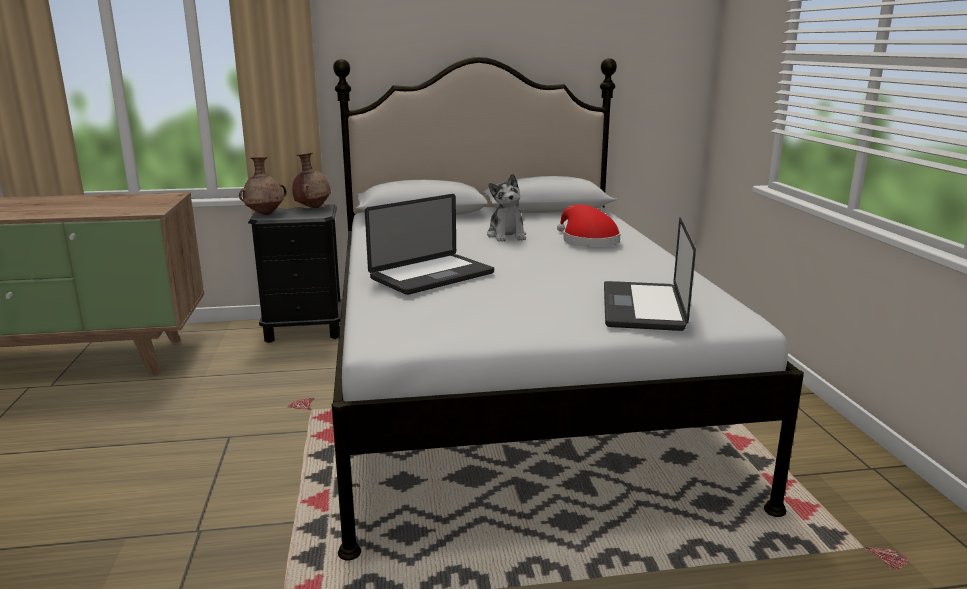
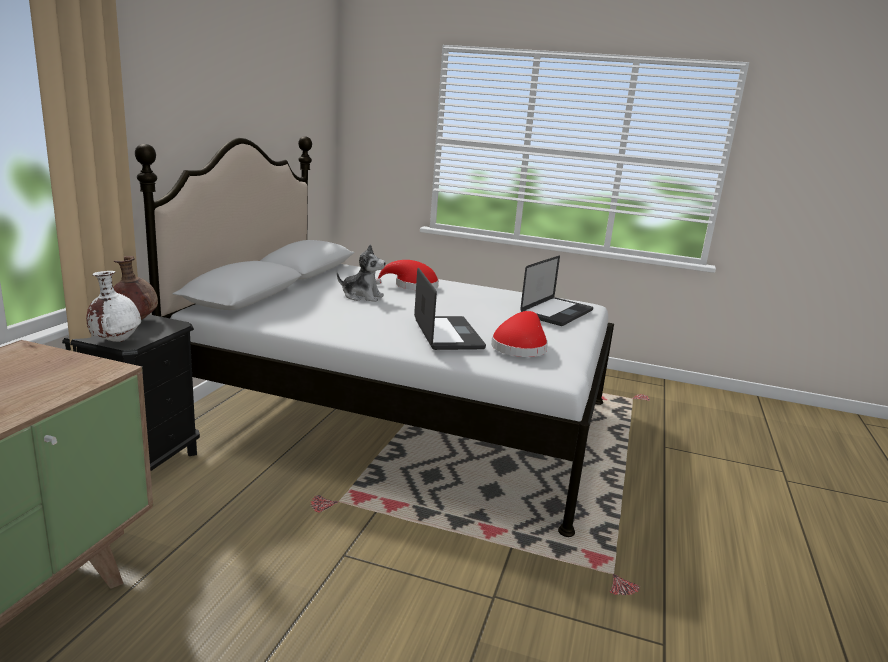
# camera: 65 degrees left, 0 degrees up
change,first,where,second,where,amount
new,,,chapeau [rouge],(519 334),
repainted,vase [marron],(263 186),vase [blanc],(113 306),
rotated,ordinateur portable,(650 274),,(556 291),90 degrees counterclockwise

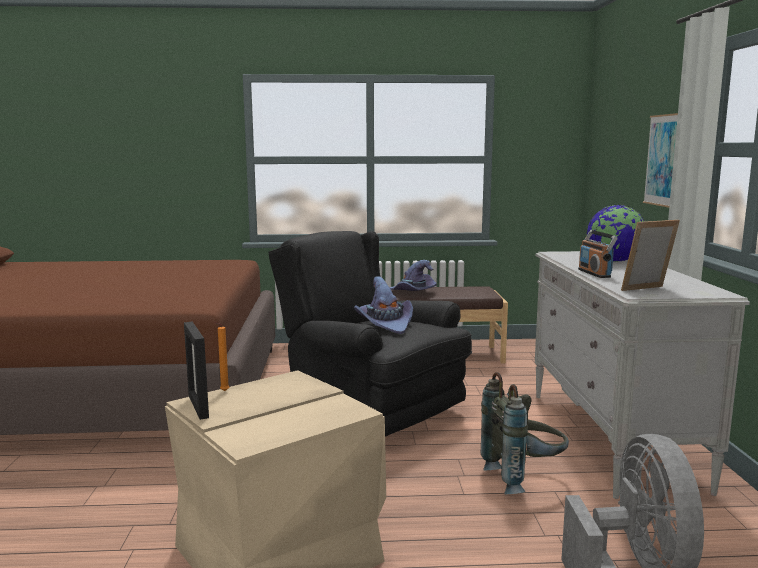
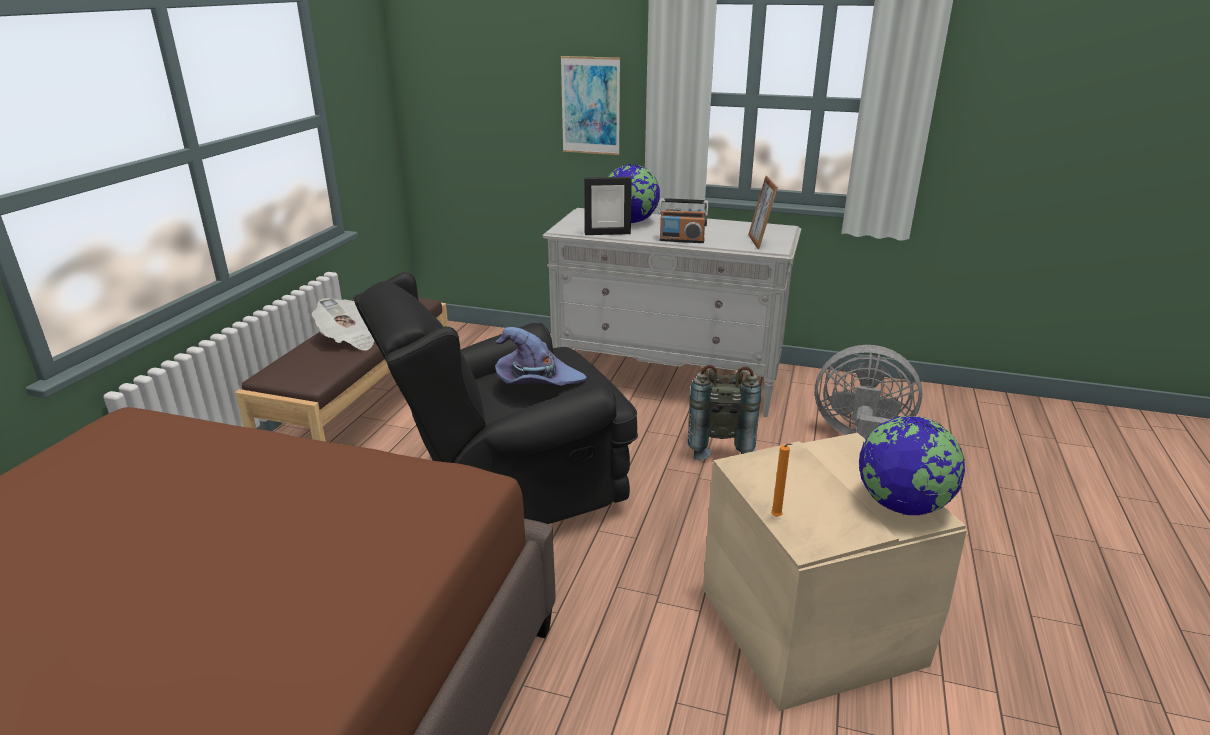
# camera: 70 degrees left, 15 degrees up
change,first,where,second,where,amount
new,,,globe,(912 465),
shifted,cadre photo,(196 371),,(608 206),
swapped,chapeau [violet],(413 275),journal,(343 324),

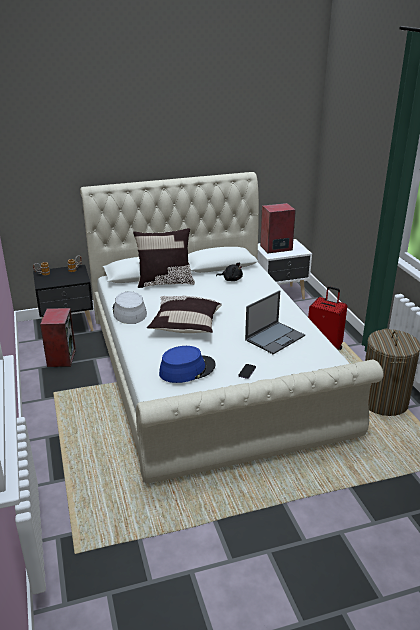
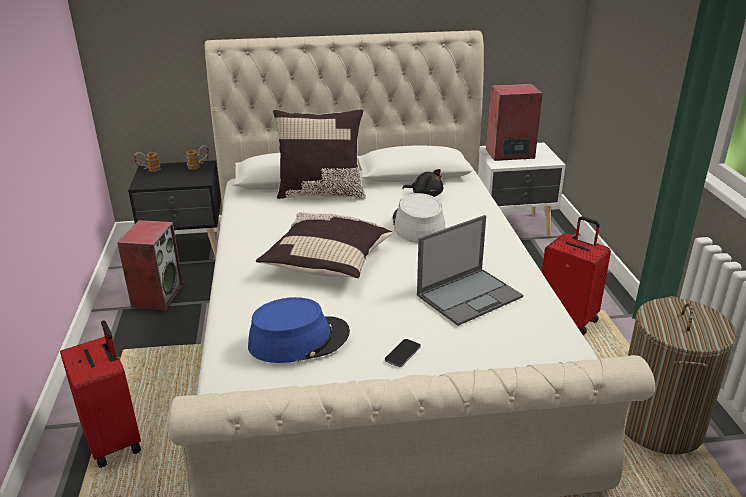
# camera: 10 degrees right, 0 degrees up
change,first,where,second,where,amount
new,,,valise [rouge],(100 394),
shifted,chapeau [gris],(130 307),,(419 218),

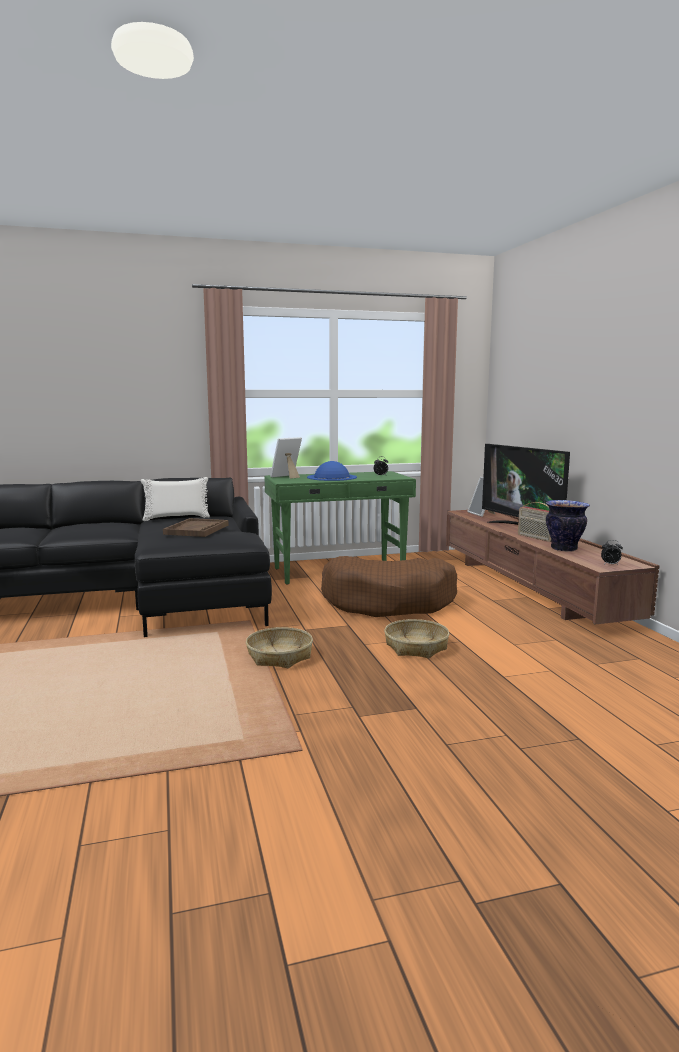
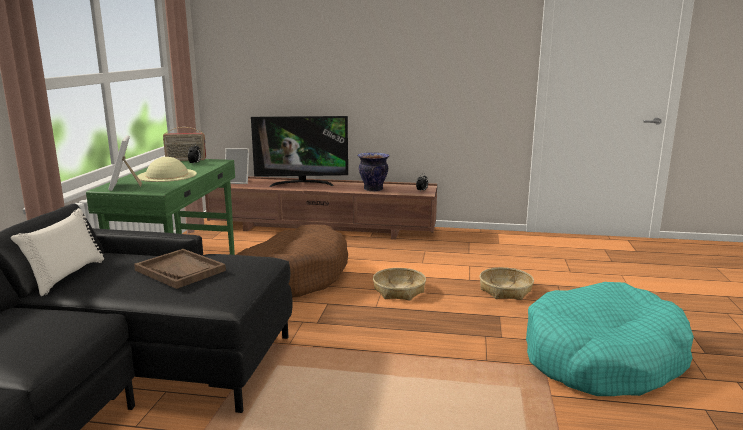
# camera: 65 degrees left, 5 degrees up
change,first,where,second,where,amount
new,,,panier pour chien [turquoise],(610 339),
shifted,panier,(279 647),,(507 283),
shifted,radio,(535 522),,(184 144),
repainted,chapeau [bleu],(332 471),chapeau [beige],(167 169),

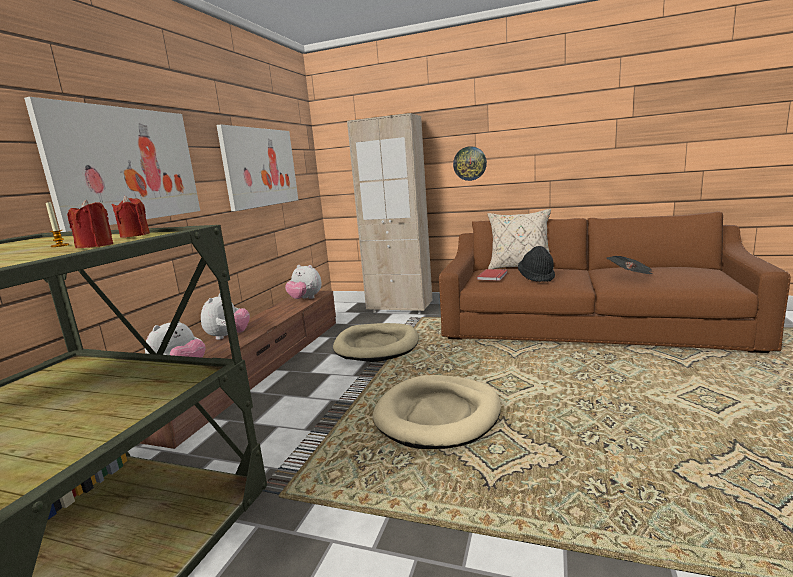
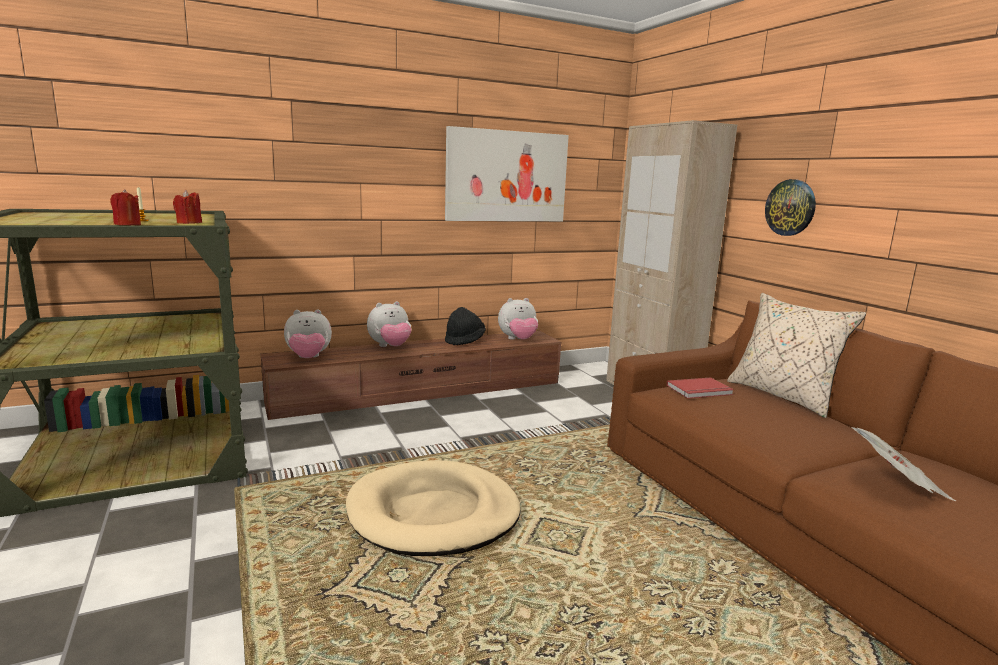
# camera: 45 degrees right, 0 degrees up
change,first,where,second,where,amount
gone,tableau,(112 164),,,
gone,panier pour chien [beige],(376 342),,,
shifted,chapeau [noir],(536 264),,(465 326),
rotated,peluche,(303 282),,(518 319),90 degrees counterclockwise

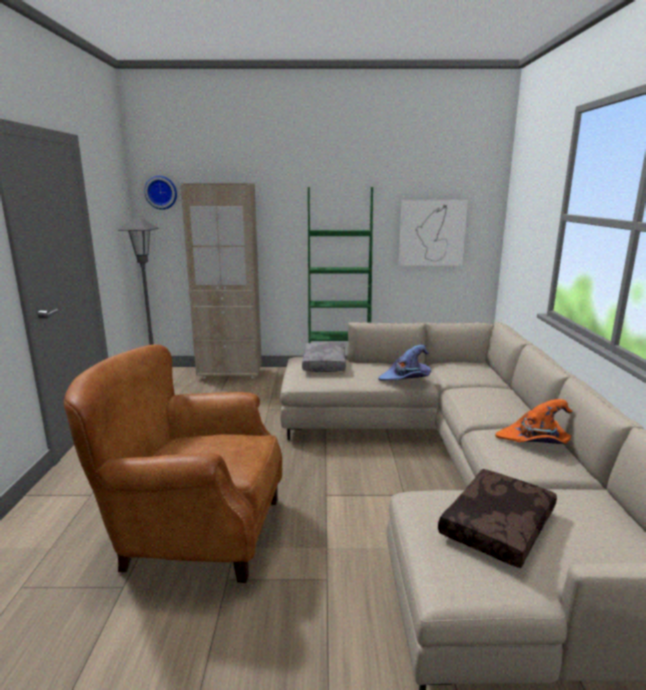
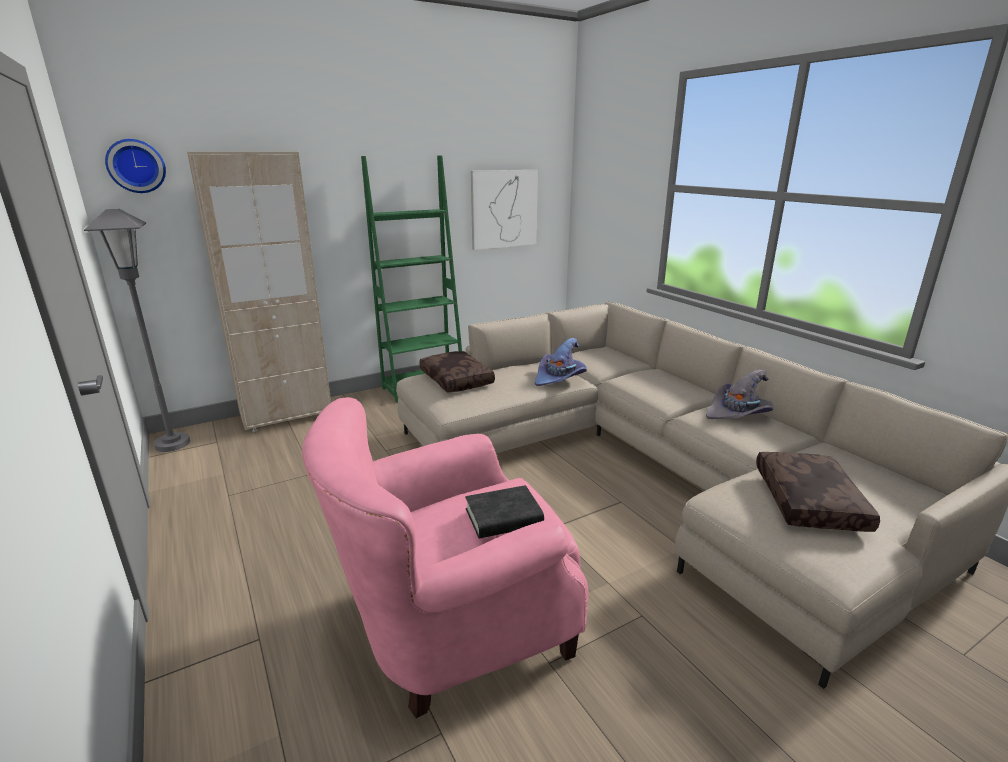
# camera: 30 degrees left, 5 degrees up
change,first,where,second,where,amount
new,,,livre [noir],(504 512),
repainted,fauteuil [marron],(173 463),fauteuil [rose],(445 557),
repainted,coussin [gris],(324 357),coussin [marron],(457 371),
repainted,chapeau [orange],(534 421),chapeau [gris],(739 394),

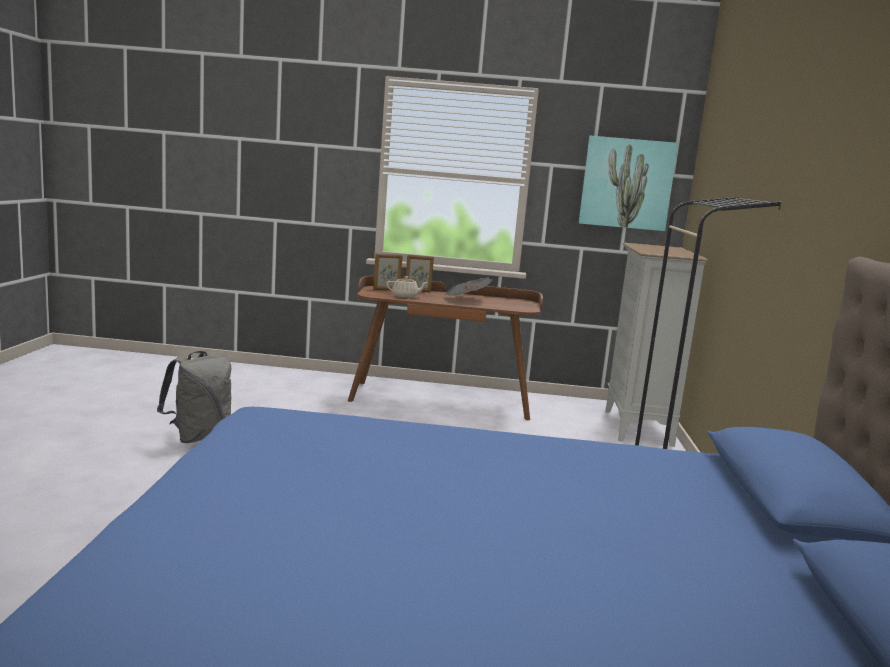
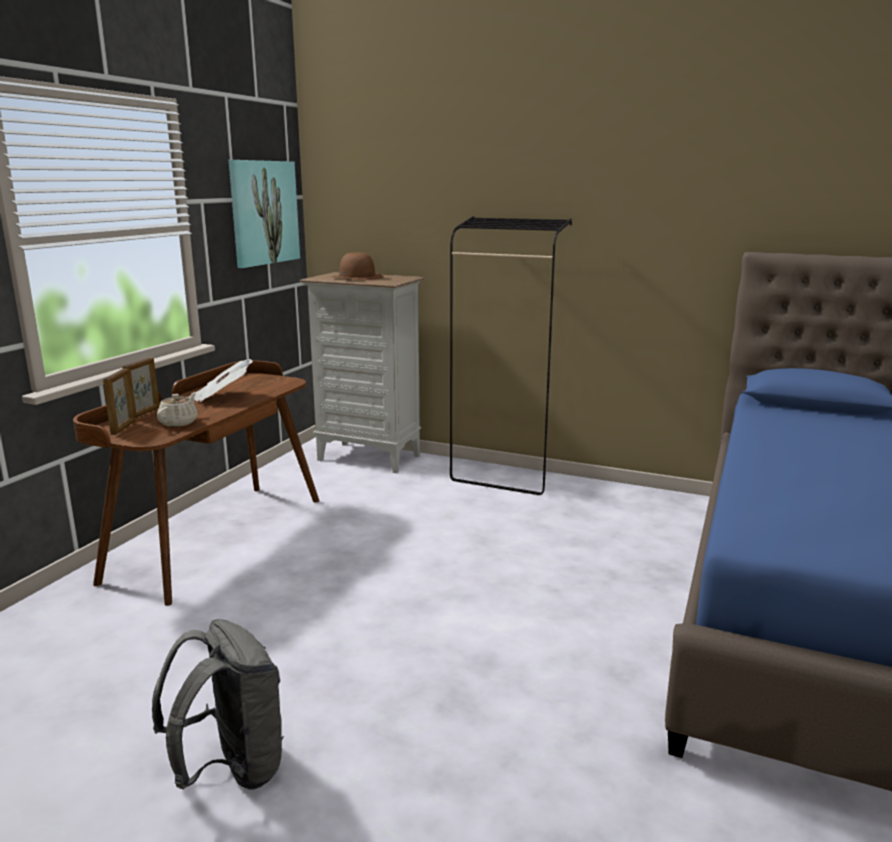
# camera: 70 degrees left, 5 degrees up
change,first,where,second,where,amount
new,,,chapeau [marron],(357 266),

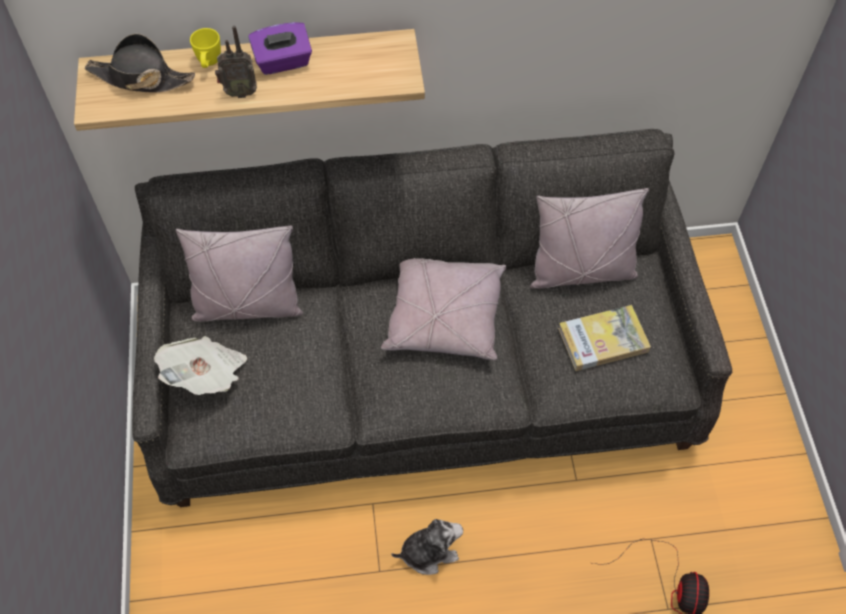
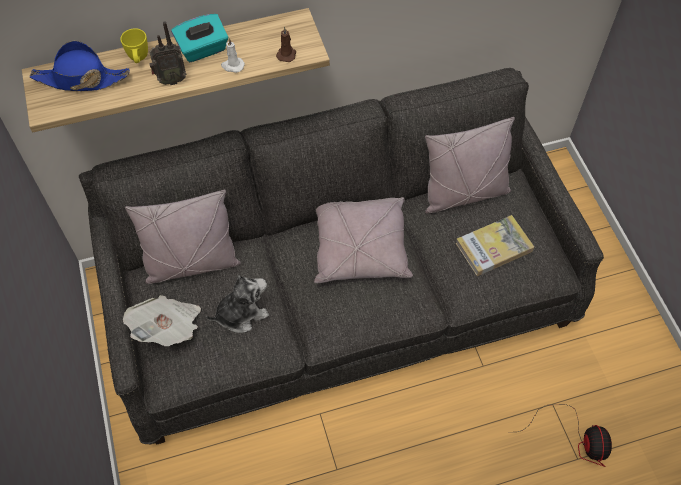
# camera: 10 degrees left, 0 degrees up
change,first,where,second,where,amount
new,,,bougie [blanc],(233 55),
new,,,bougie [marron],(286 44),
shifted,peluche,(427 547),,(237 304),
repainted,chapeau [noir],(140 63),chapeau [bleu],(80 66),
repainted,boîte à mouchoirs [violet],(280 48),boîte à mouchoirs [turquoise],(199 38),

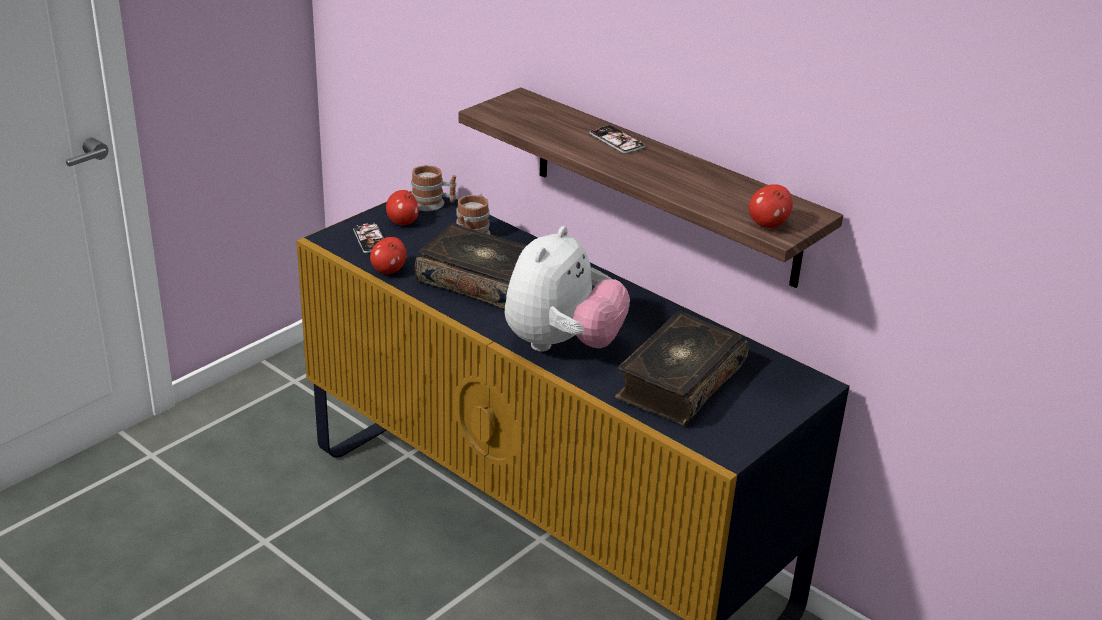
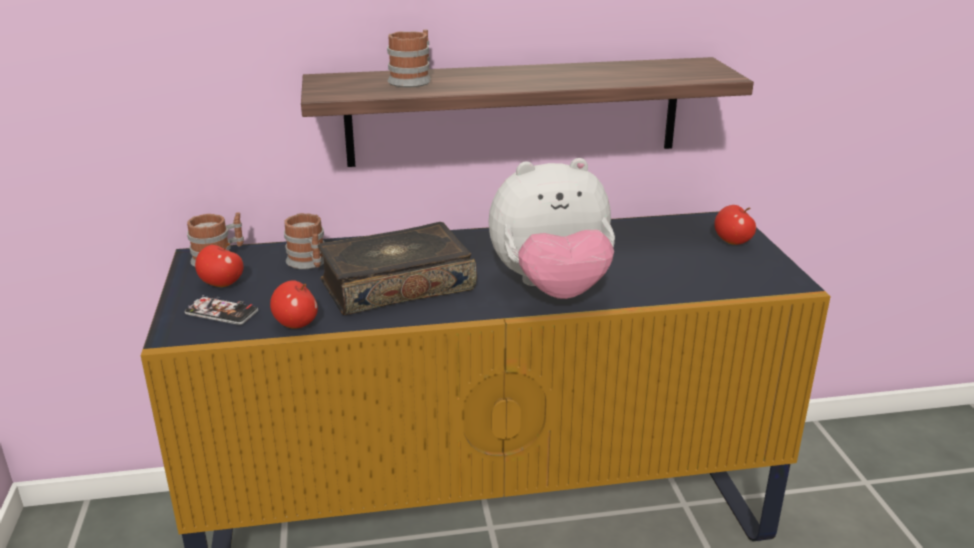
# camera: 50 degrees left, 5 degrees down
change,first,where,second,where,amount
gone,téléphone,(617 139),,,
gone,livre,(682 368),,,
new,,,mug,(409 58),
shifted,pomme,(771 206),,(735 225),
rotated,peluche,(567 289),,(552 228),105 degrees clockwise

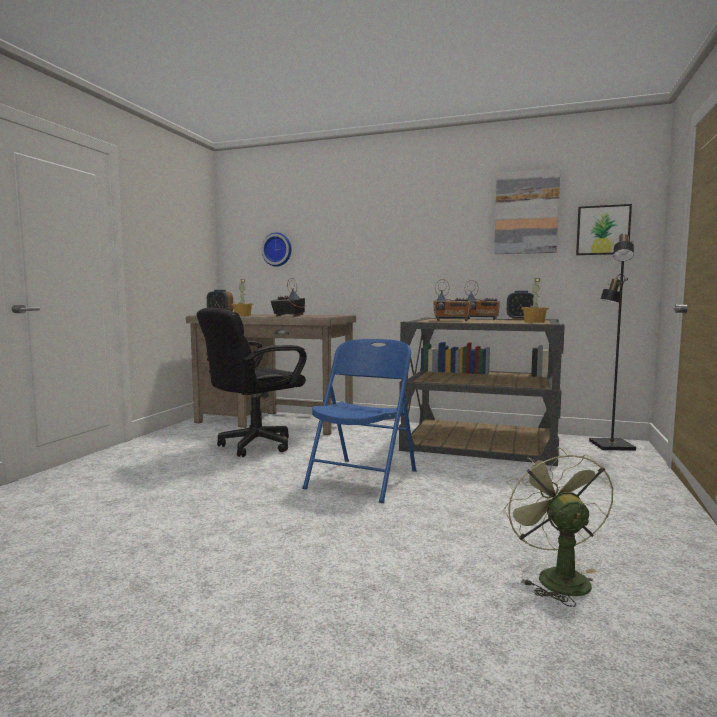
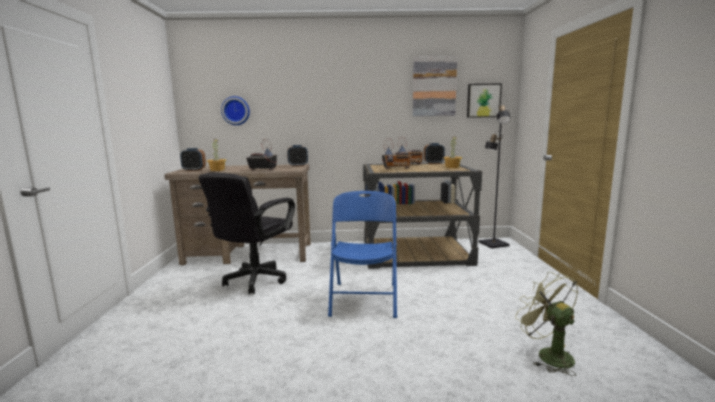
# camera: 20 degrees left, 5 degrees up
change,first,where,second,where,amount
new,,,réveil,(297 156),

